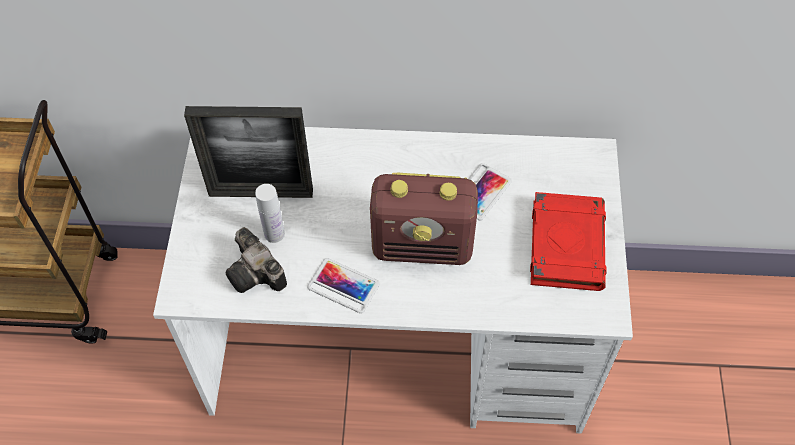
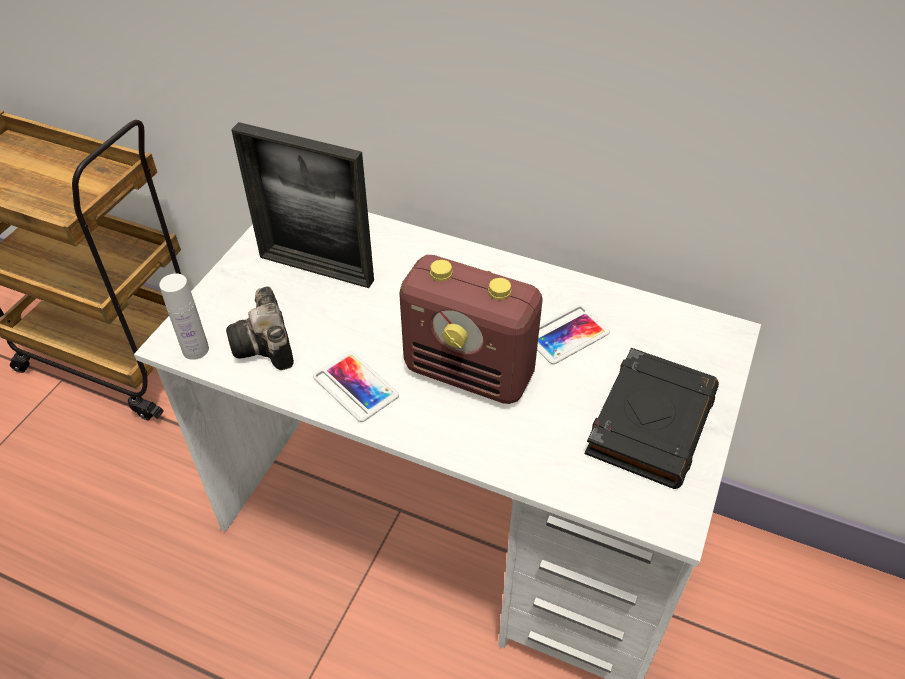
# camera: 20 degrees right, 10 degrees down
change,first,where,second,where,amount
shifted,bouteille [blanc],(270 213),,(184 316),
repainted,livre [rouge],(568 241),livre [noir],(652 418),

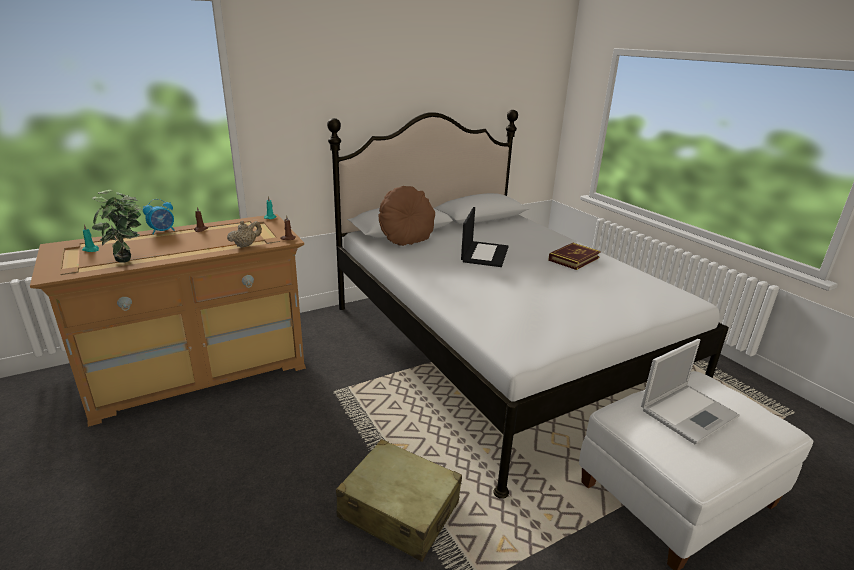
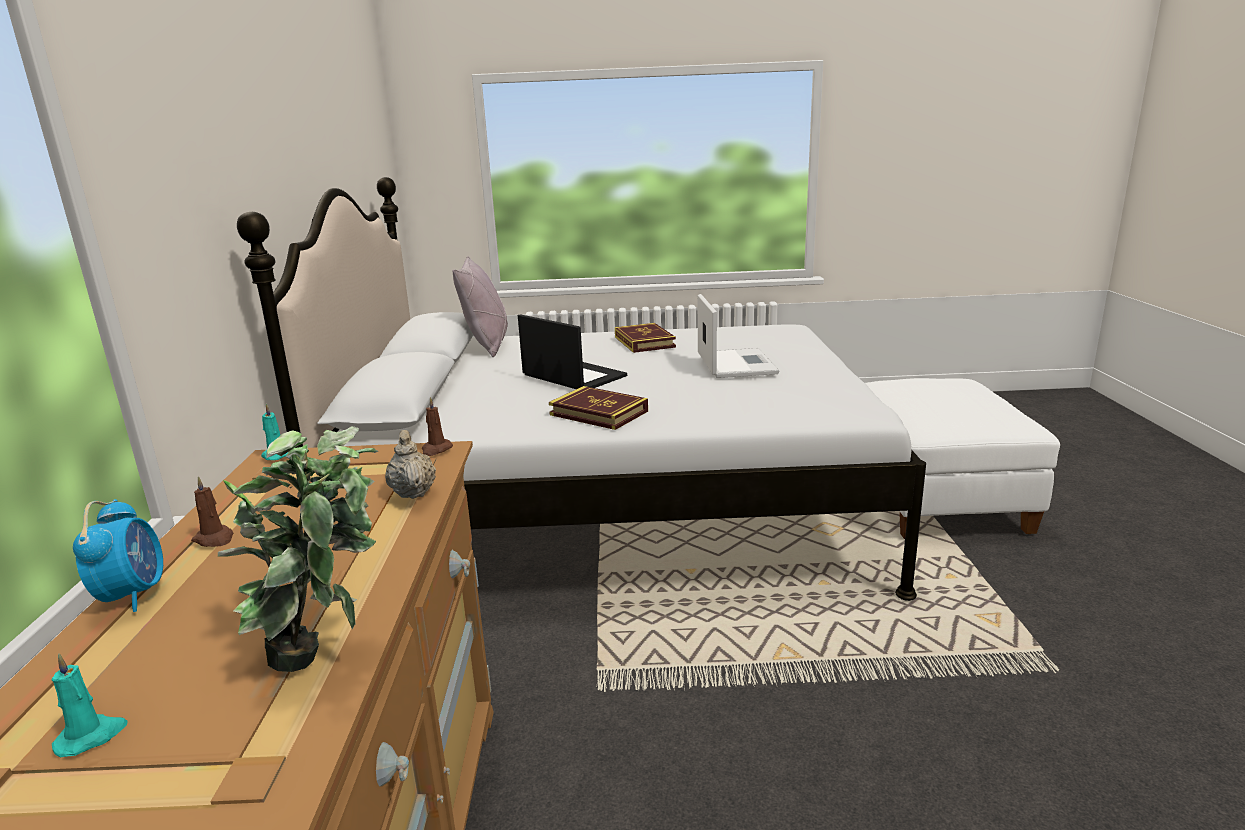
# camera: 60 degrees left, 5 degrees down
change,first,where,second,where,amount
gone,valise [beige],(399 500),,,
gone,coussin [marron],(406 216),,,
new,,,coussin [violet],(480 306),
new,,,livre,(598 408),
shifted,ordinateur portable,(690 392),,(738 336),

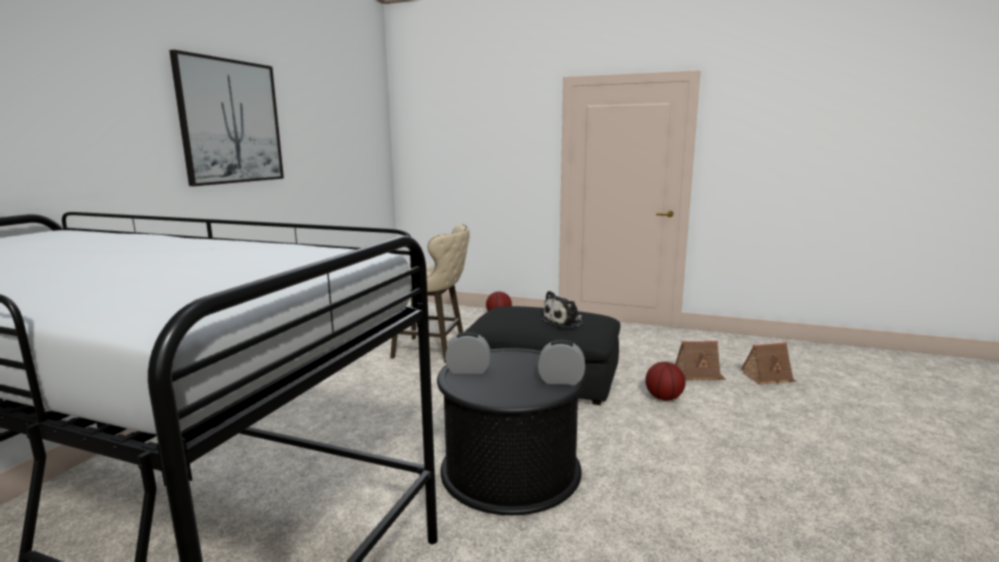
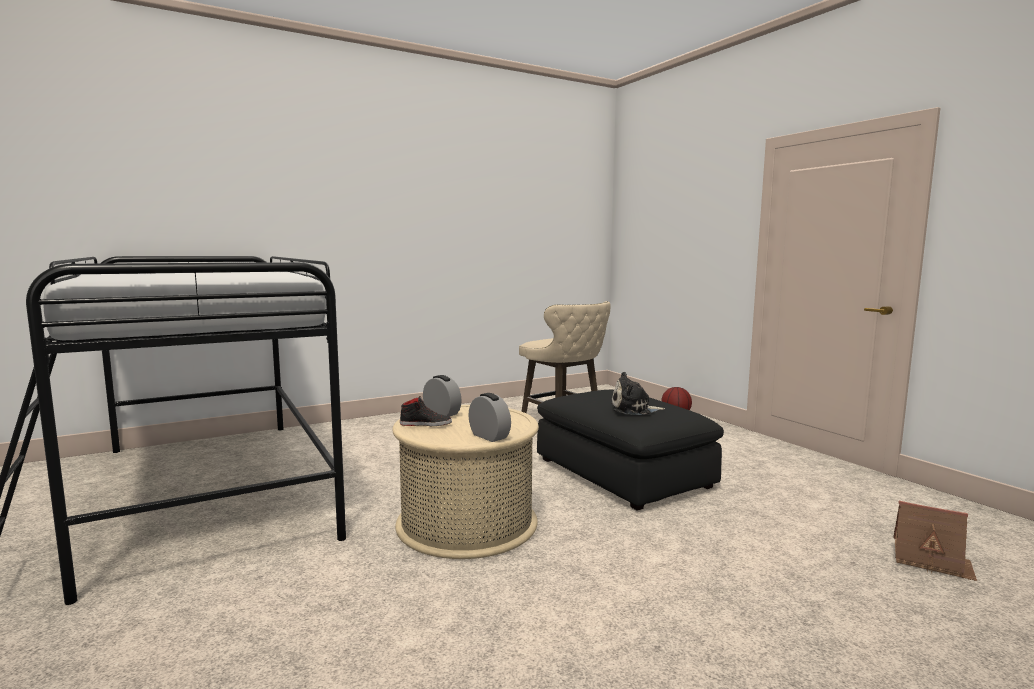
# camera: 40 degrees right, 5 degrees down
change,first,where,second,where,amount
gone,tableau,(226 118),,,
gone,ballon de basket,(665 381),,,
gone,maison miniature,(700 361),,,
new,,,chaussure [noir],(426 411),
repainted,table basse [noir],(511 431),table basse [beige],(465 482),

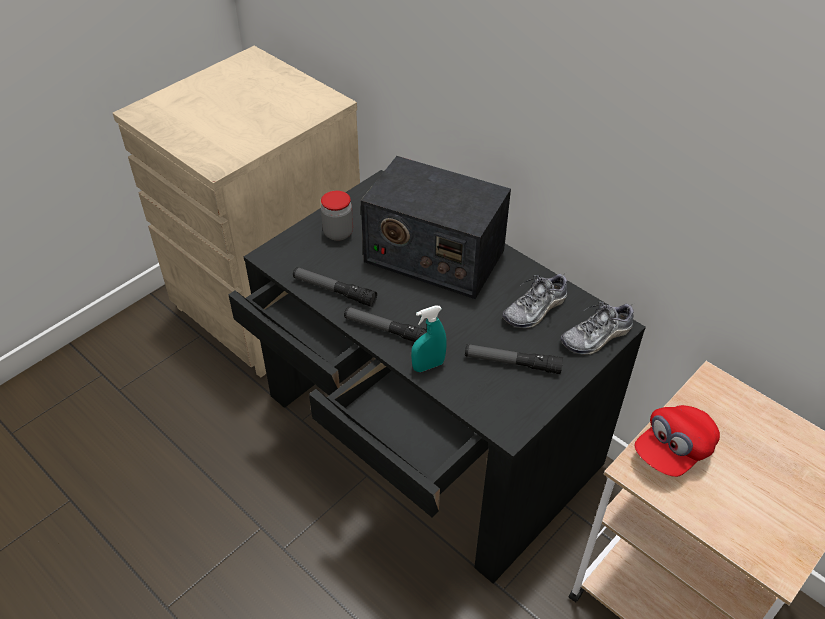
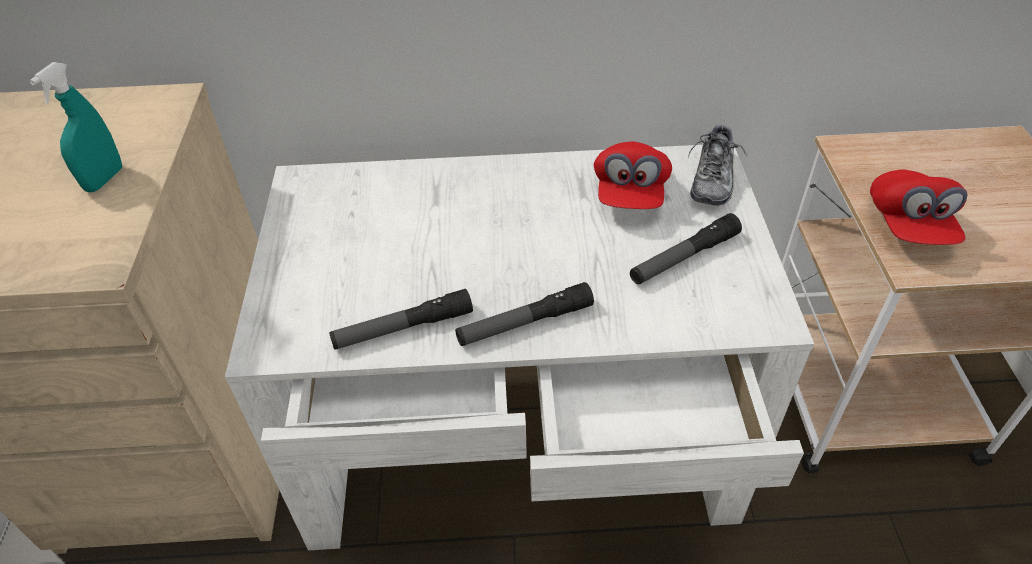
# camera: 45 degrees left, 0 degrees up
change,first,where,second,where,amount
gone,bocal,(337 215),,,
gone,radio,(436 227),,,
shifted,vaporisateur [turquoise],(429 338),,(76 127),
swapped,chaussure,(534 301),casquette [rouge],(633 175),
repainted,bureau [noir],(437 377),bureau [blanc],(519 348),

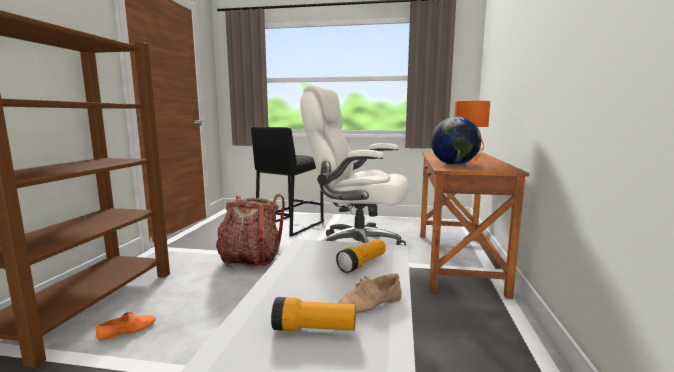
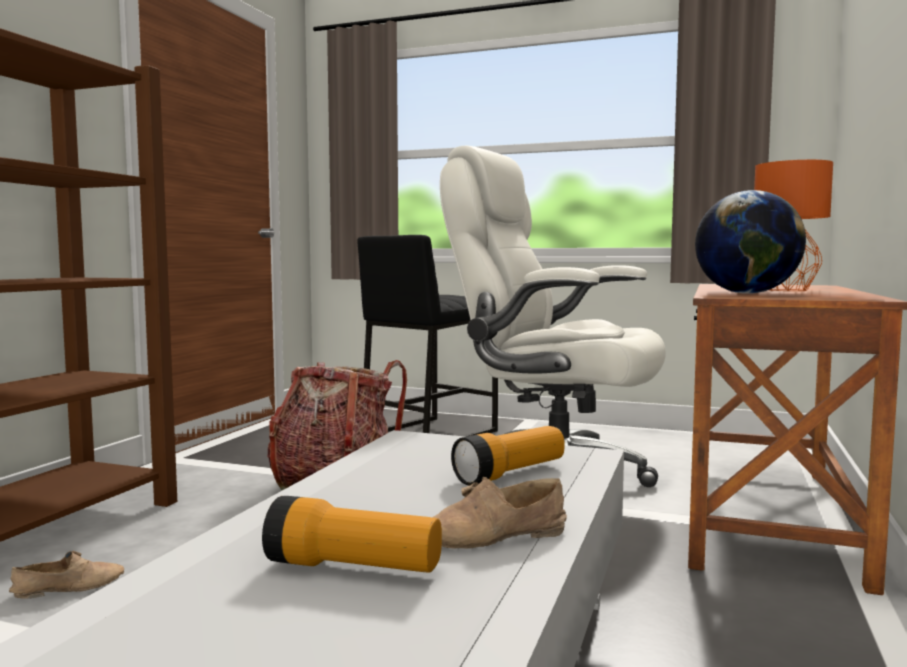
# camera: 10 degrees right, 5 degrees down
change,first,where,second,where,amount
repainted,chaussure [orange],(125 326),chaussure [beige],(66 574),

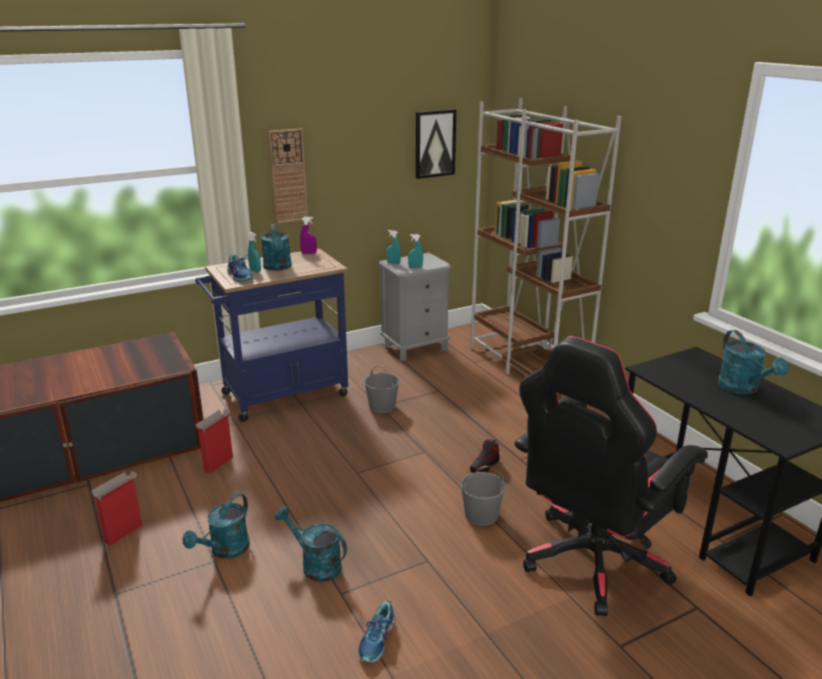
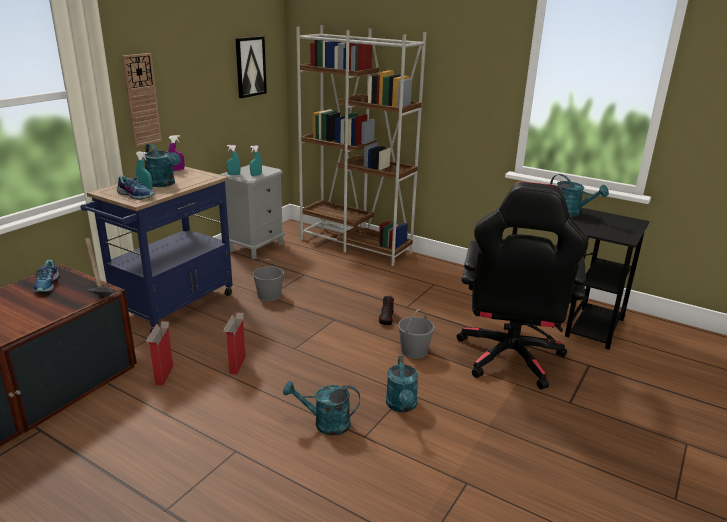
# camera: 30 degrees left, 0 degrees up
change,first,where,second,where,amount
new,,,marteau,(98 267),
shifted,carton,(116 508),,(234 343),
shifted,arrosoir [turquoise],(216 526),,(402 384),
shifted,chaussure,(376 631),,(46 276),

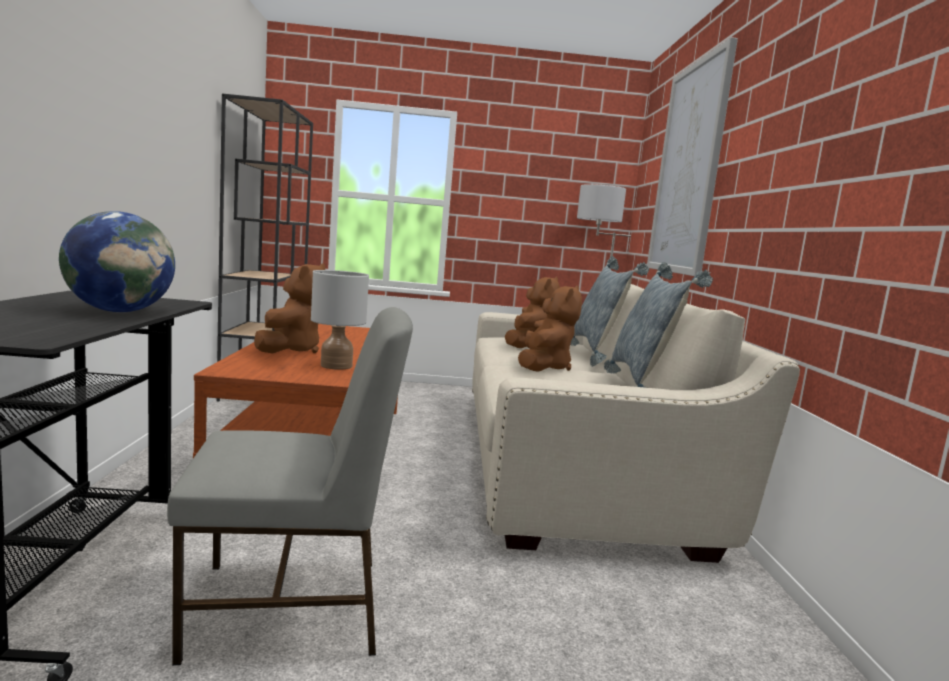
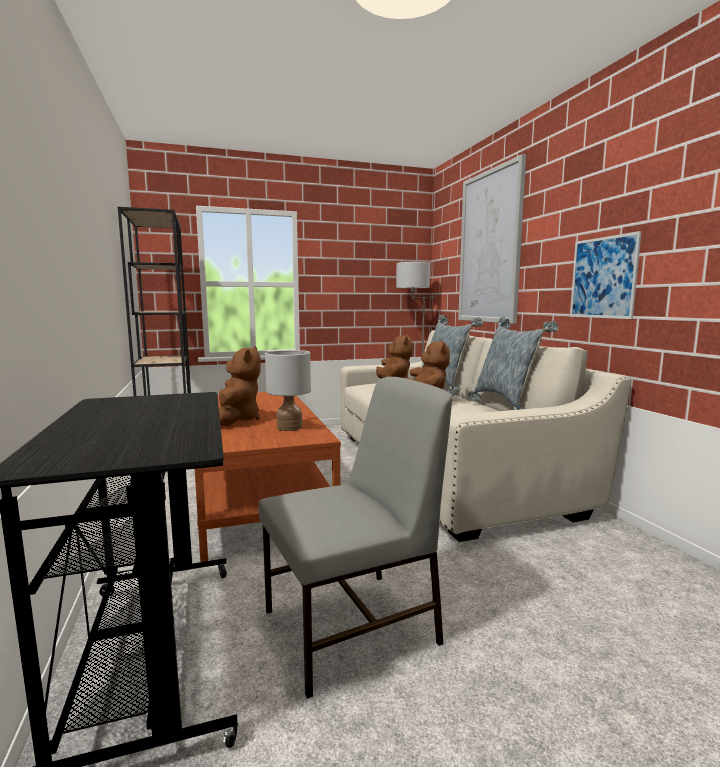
# camera: 15 degrees left, 0 degrees up
change,first,where,second,where,amount
gone,globe,(117 261),,,
new,,,tableau,(606 275),

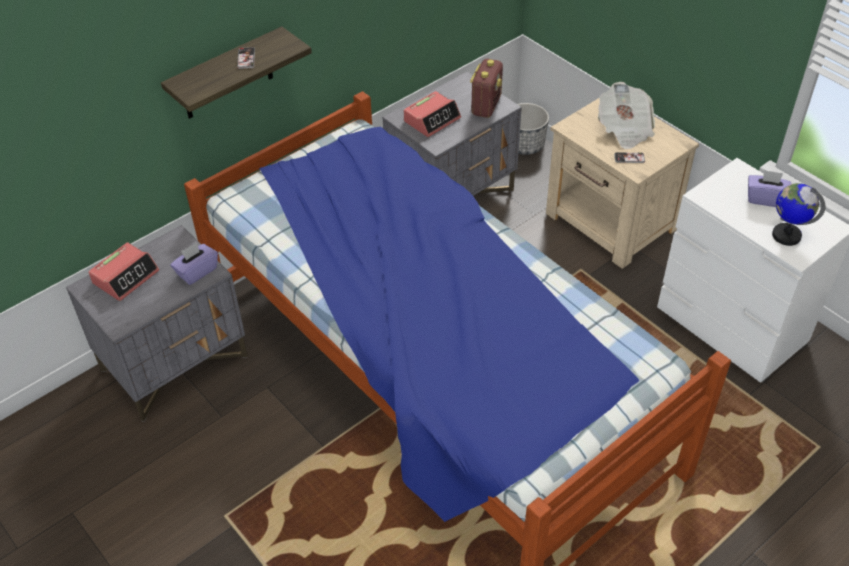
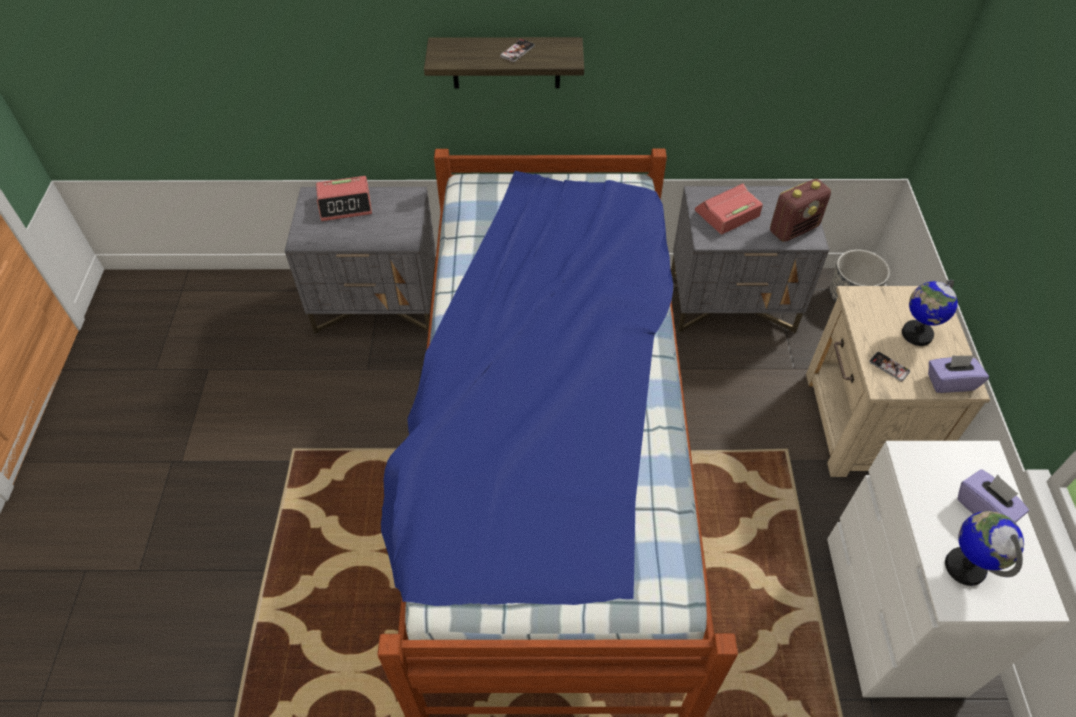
# camera: 40 degrees right, 5 degrees up
change,first,where,second,where,amount
shifted,boîte à mouchoirs [violet],(194 263),,(958 374),
swapped,journal,(626 115),globe,(930 313),
rotated,réveil,(432 114),,(729 208),150 degrees clockwise

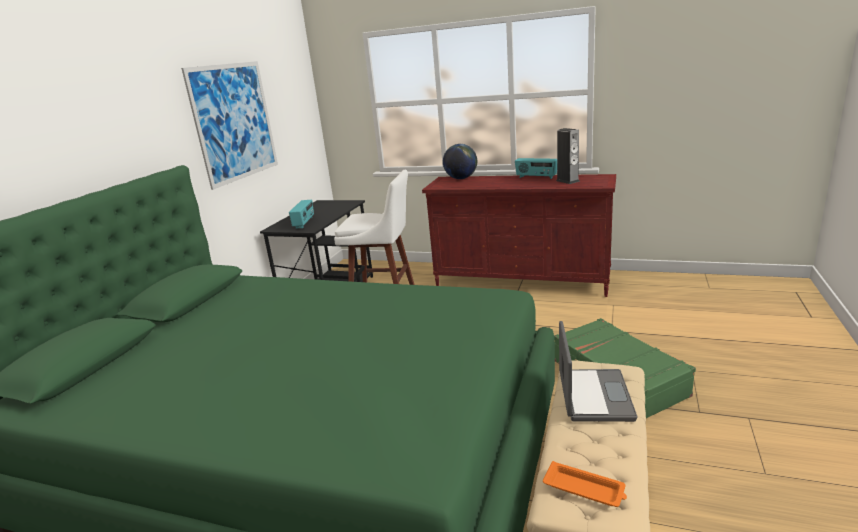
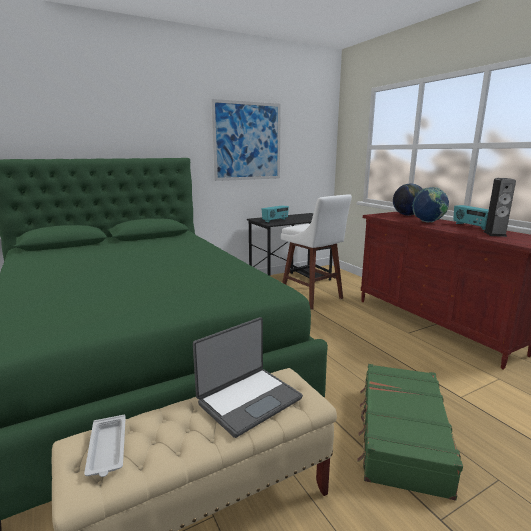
# camera: 40 degrees right, 5 degrees down
change,first,where,second,where,amount
new,,,globe,(430 205),
repainted,plateau [orange],(585 484),plateau [blanc],(105 446),

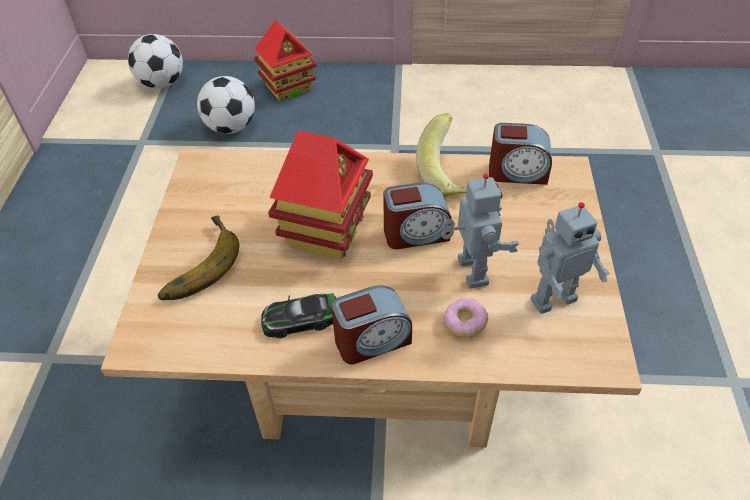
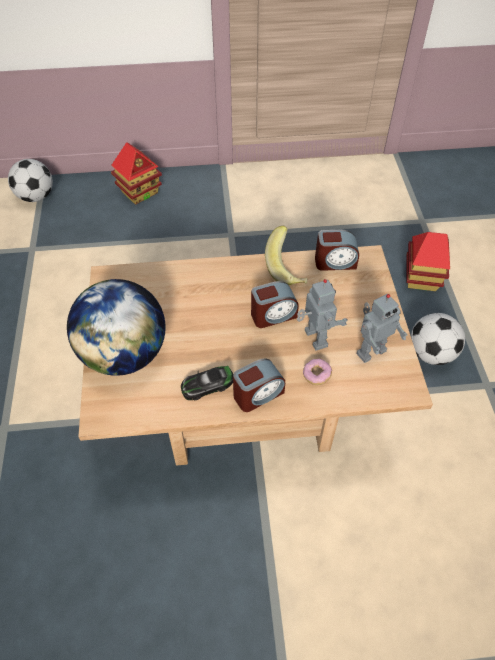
# camera: 10 degrees left, 5 degrees up
change,first,where,second,where,amount
shifted,ballon de foot,(226 105),,(438 339),
shifted,maison miniature,(320 195),,(428 261),
swapped,banane,(198 257),globe,(116 327),

